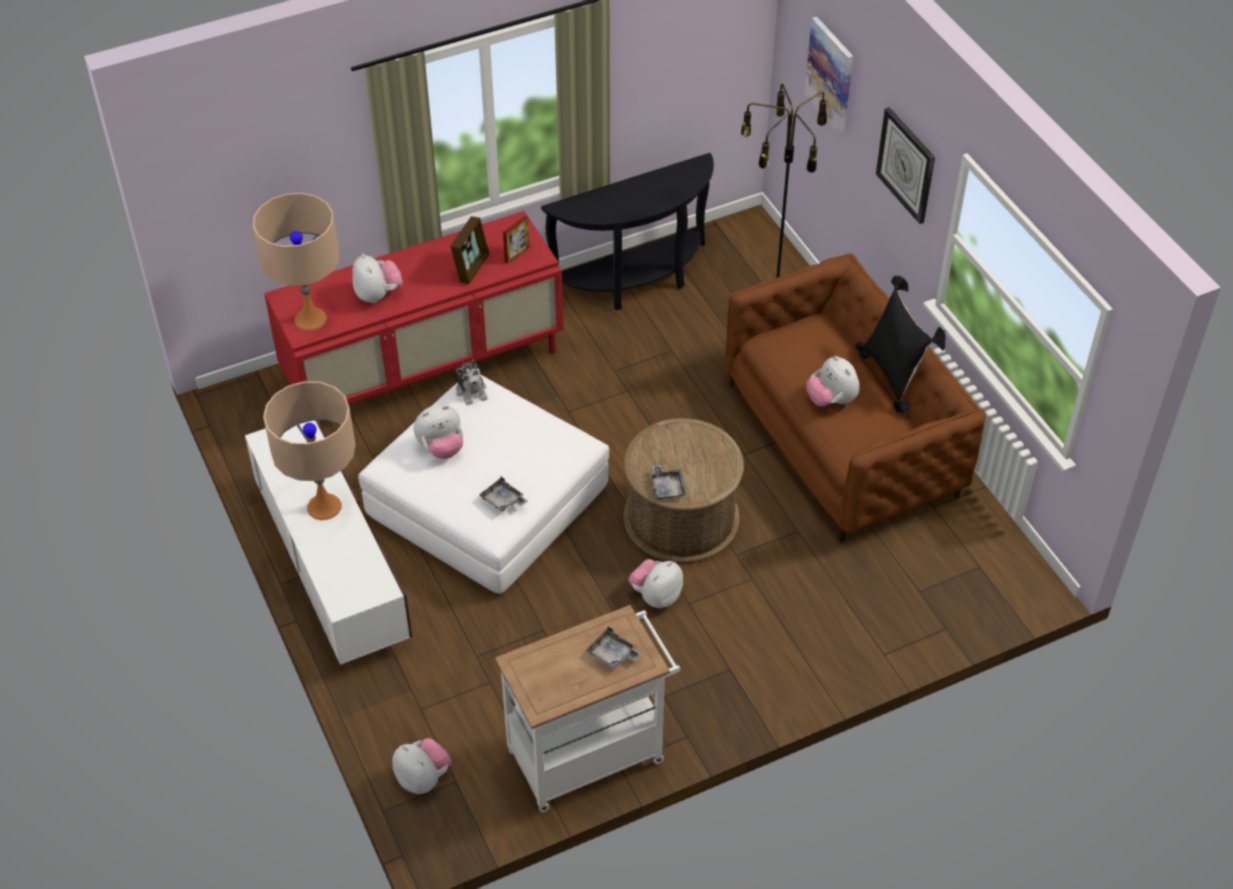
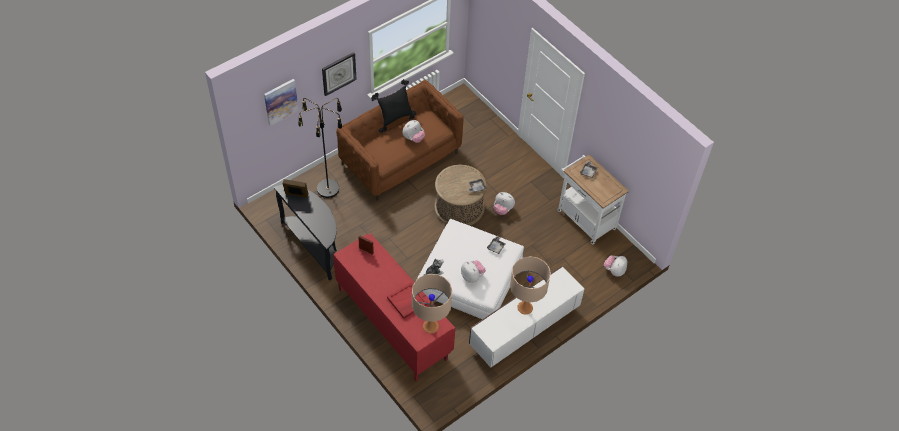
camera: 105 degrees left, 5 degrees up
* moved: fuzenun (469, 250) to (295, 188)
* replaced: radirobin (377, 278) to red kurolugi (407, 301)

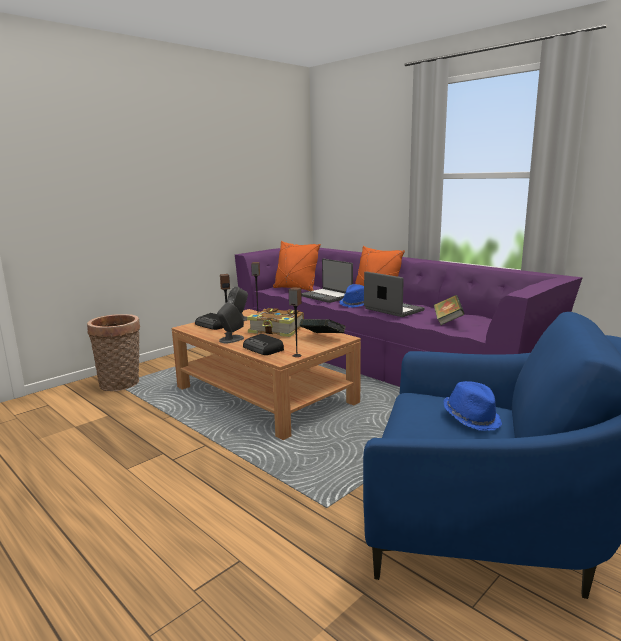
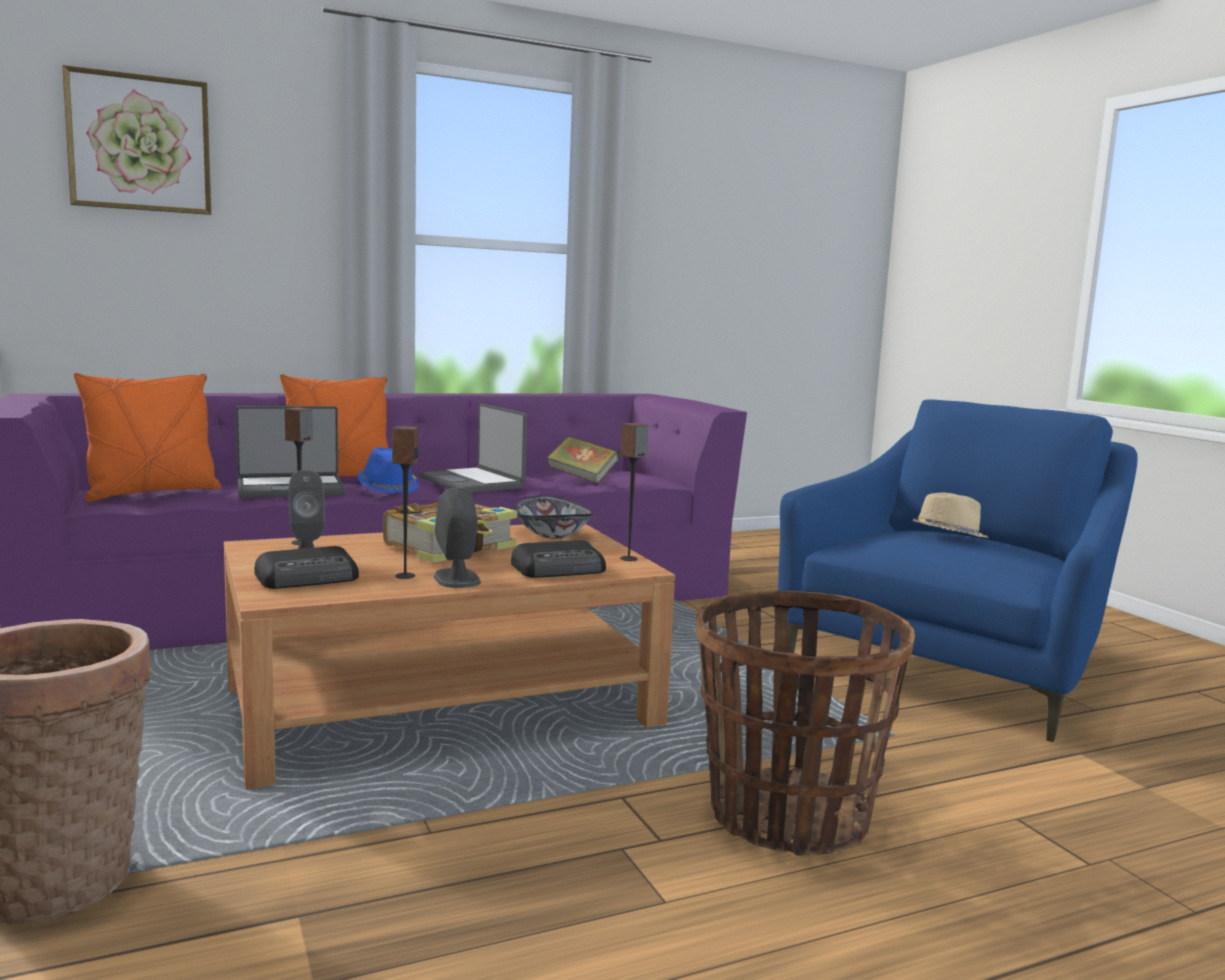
camera: 70 degrees left, 5 degrees down
* turned: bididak (394, 294) = (473, 448) 105 degrees counterclockwise
* replaced: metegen (323, 326) to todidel (553, 517)
* recoloured: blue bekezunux (472, 406) to beige bekezunux (950, 515)
* added: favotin (136, 140)
* added: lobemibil (805, 723)

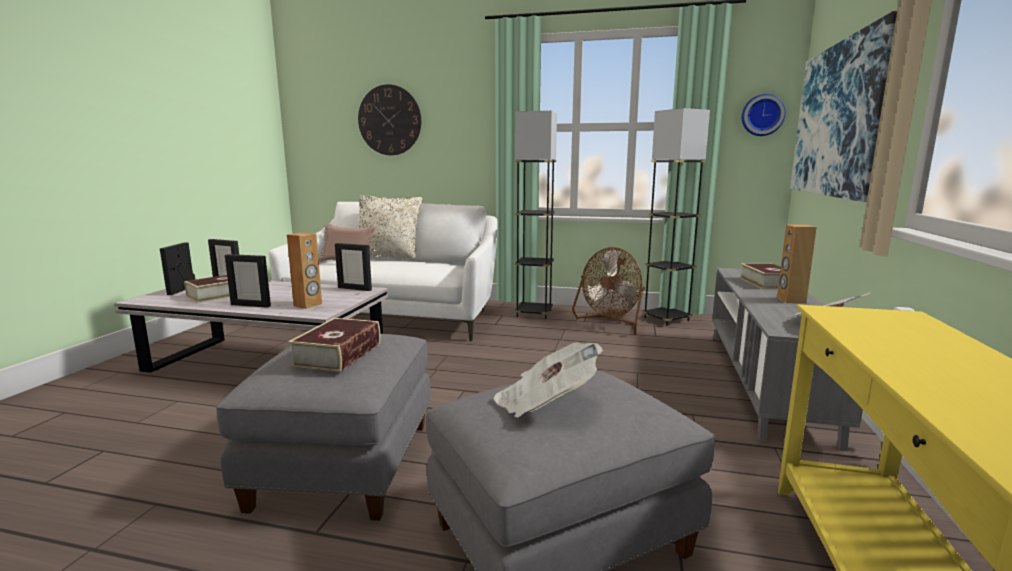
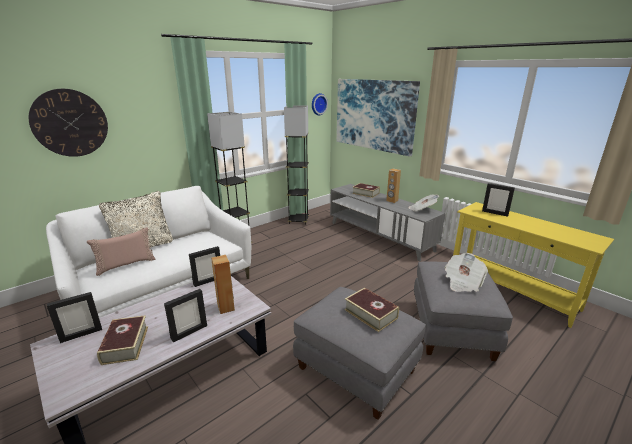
camera: 55 degrees left, 10 degrees up
* moved: fuzenun (177, 269) to (498, 200)
* removed: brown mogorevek (608, 291)

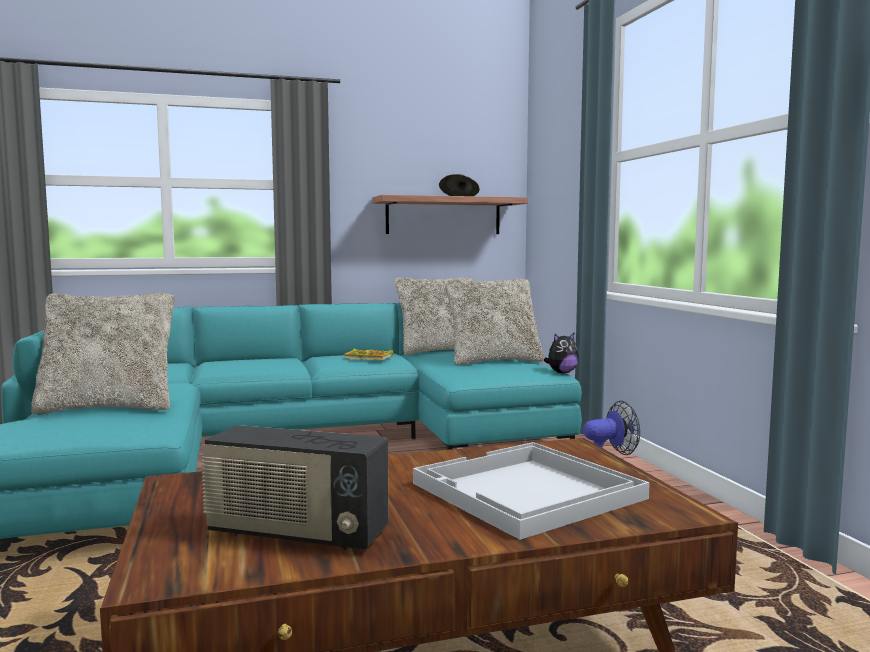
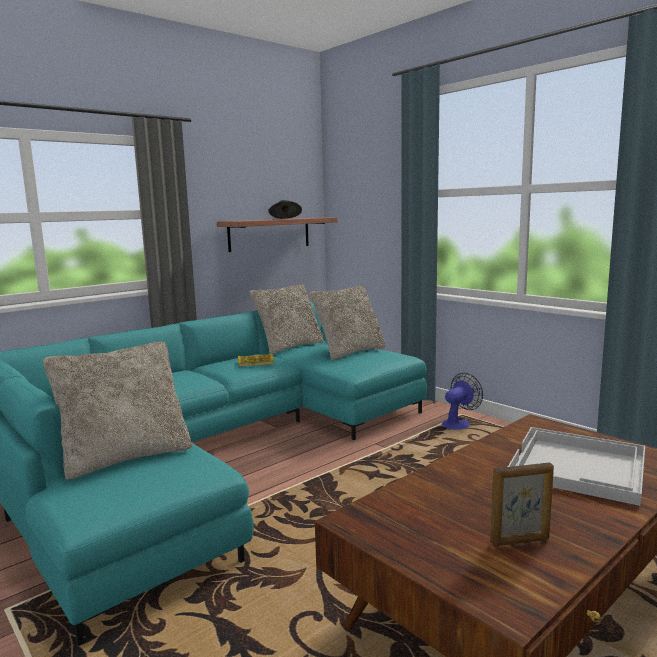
camera: 25 degrees left, 5 degrees up
* removed: radirobin (561, 353)
* replaced: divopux (295, 487) to fuzenun (522, 504)

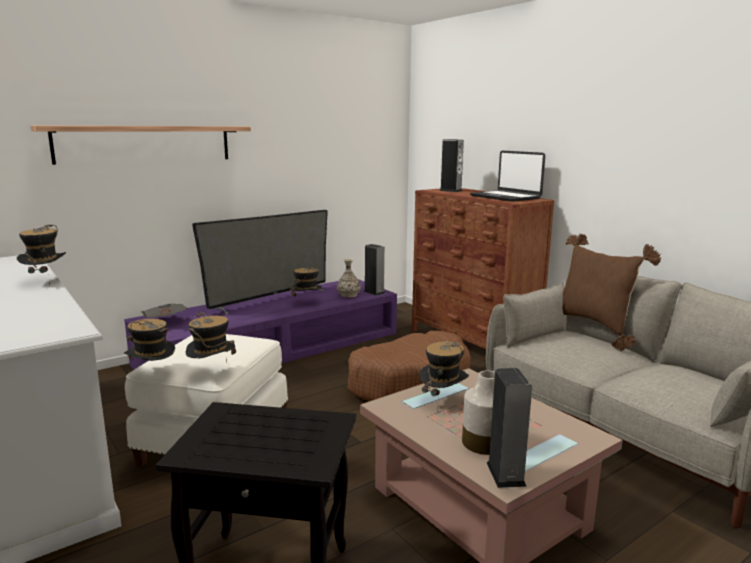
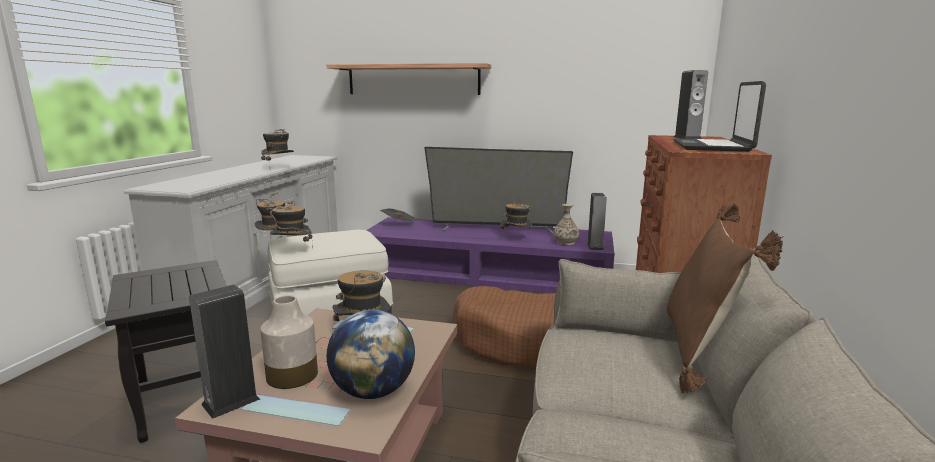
camera: 50 degrees right, 0 degrees up
* added: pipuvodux (371, 354)

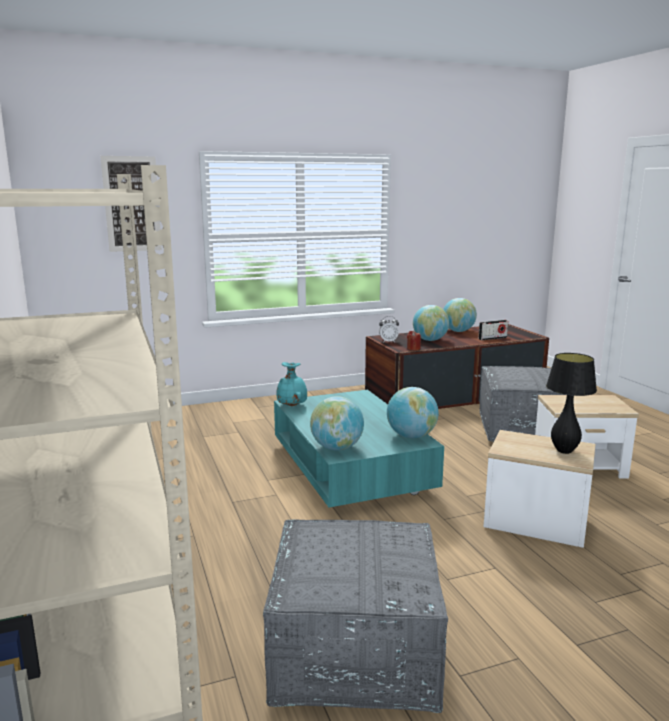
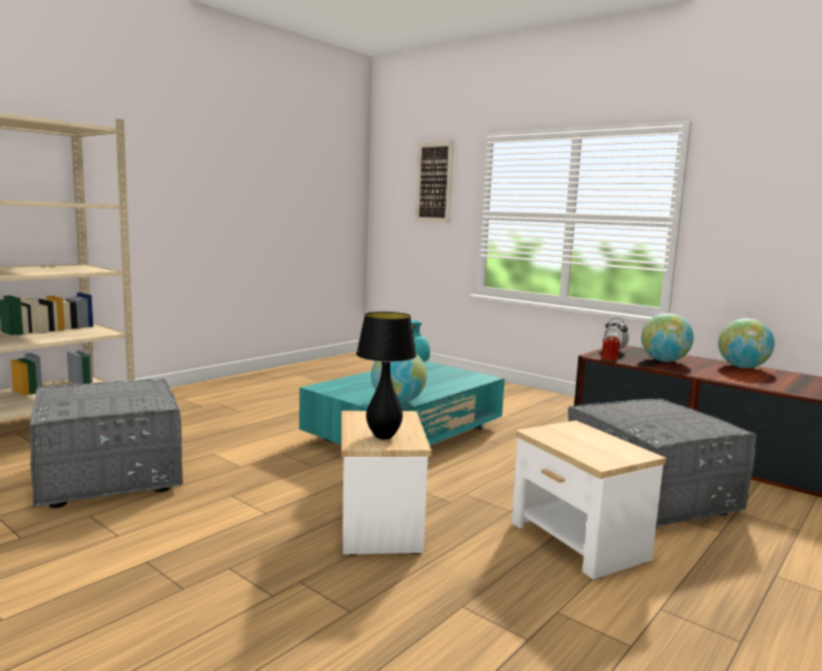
camera: 60 degrees right, 5 degrees down
* removed: divopux (493, 330)
* removed: pipuvodux (337, 423)

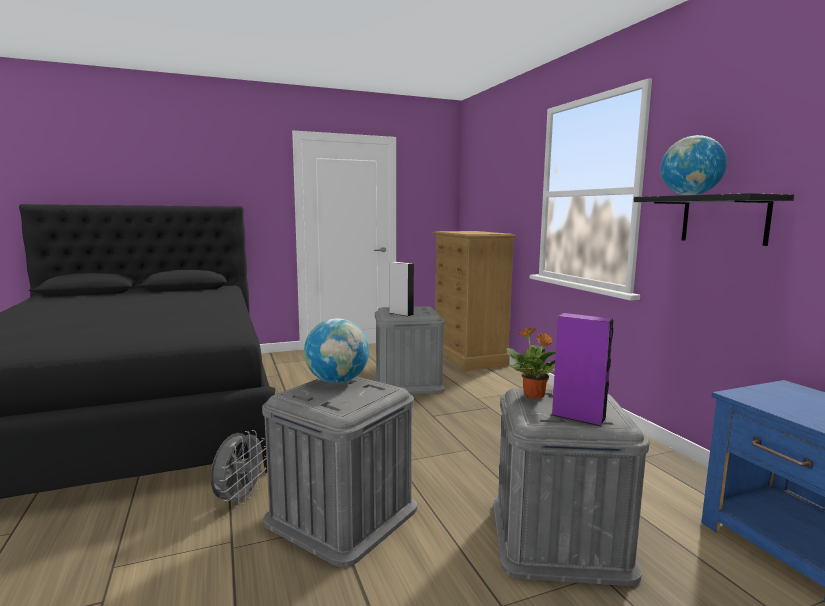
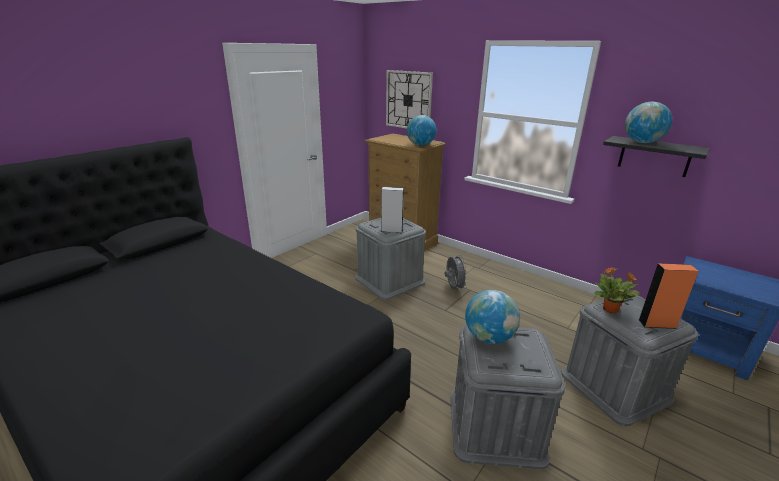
camera: 30 degrees left, 15 degrees up
* recoloured: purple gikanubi (582, 370) to orange gikanubi (669, 296)
* moved: grey mogorevek (238, 468) to (456, 272)
* added: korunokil (409, 99)
* added: pipuvodux (422, 130)

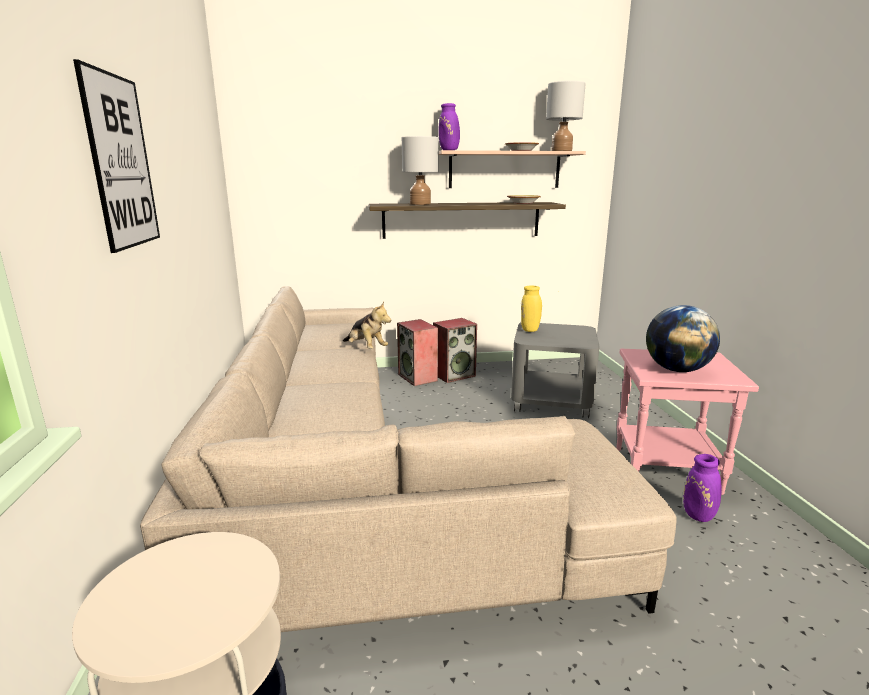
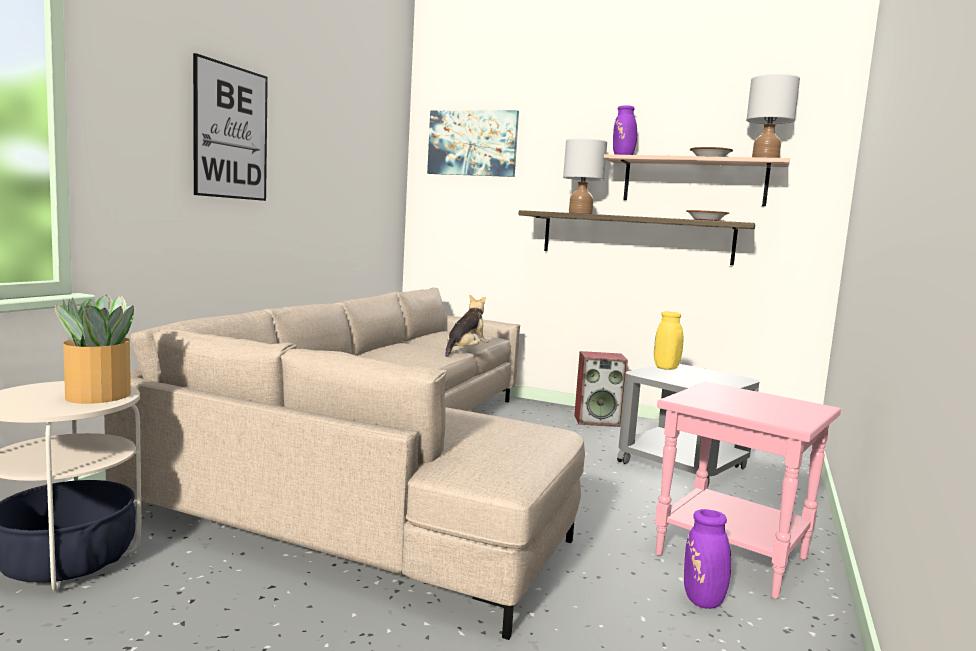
camera: 30 degrees right, 10 degrees down
* turned: radirobin (367, 325) = (467, 326) 135 degrees counterclockwise
* removed: pipuvodux (683, 338)
* removed: gikanubi (417, 352)
* added: favotin (473, 143)
* added: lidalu (94, 349)

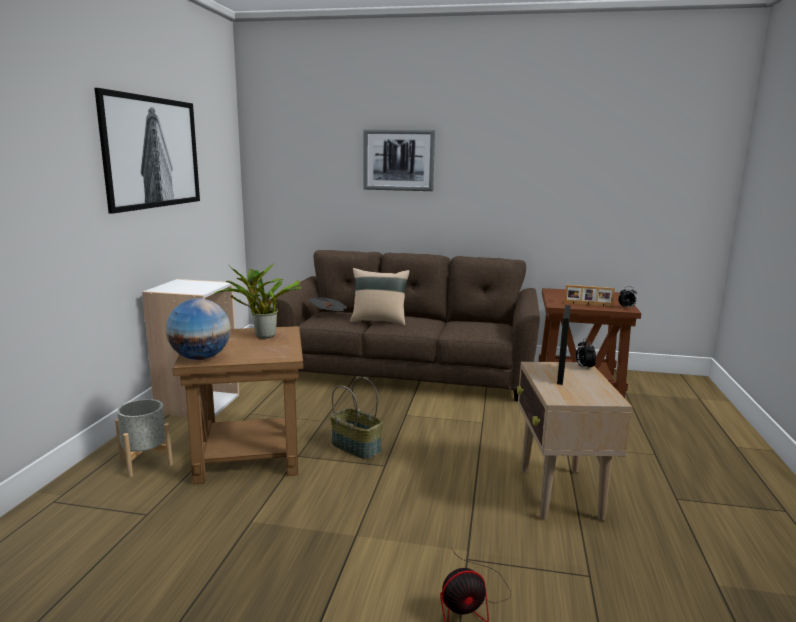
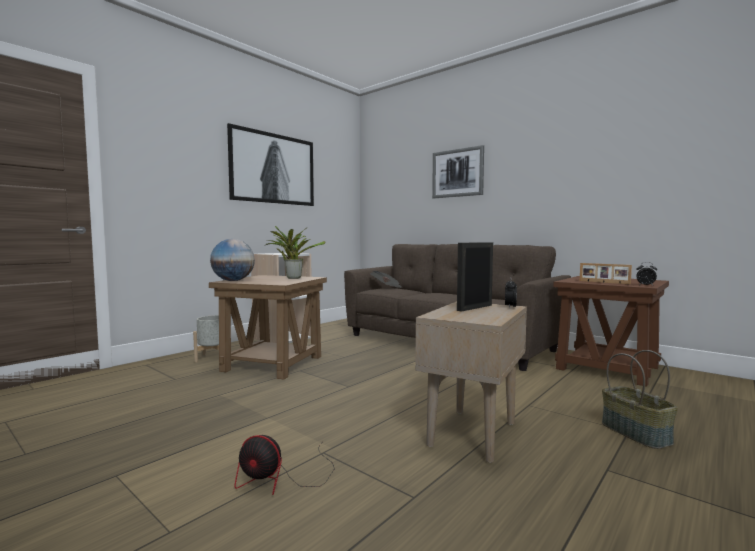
camera: 30 degrees right, 10 degrees down
* removed: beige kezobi (380, 296)
* moved: lobemibil (356, 418) to (640, 399)

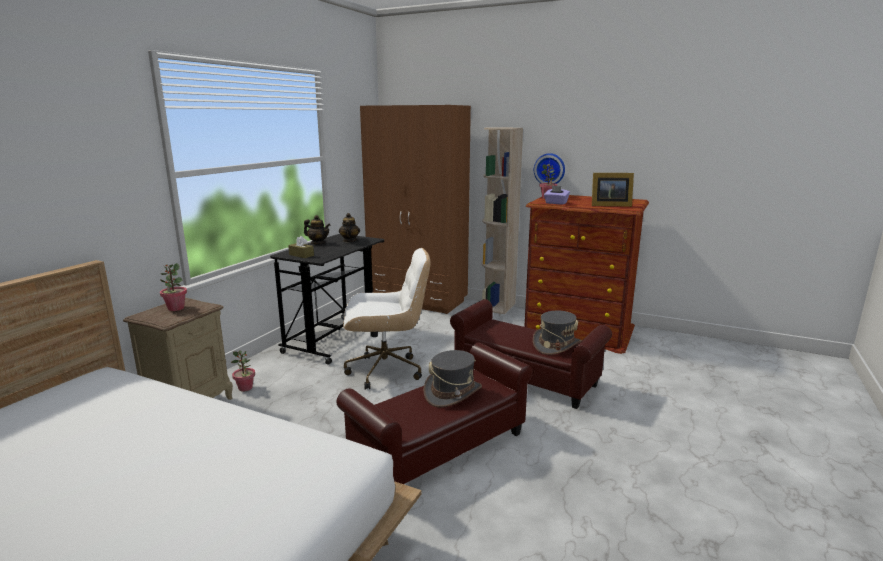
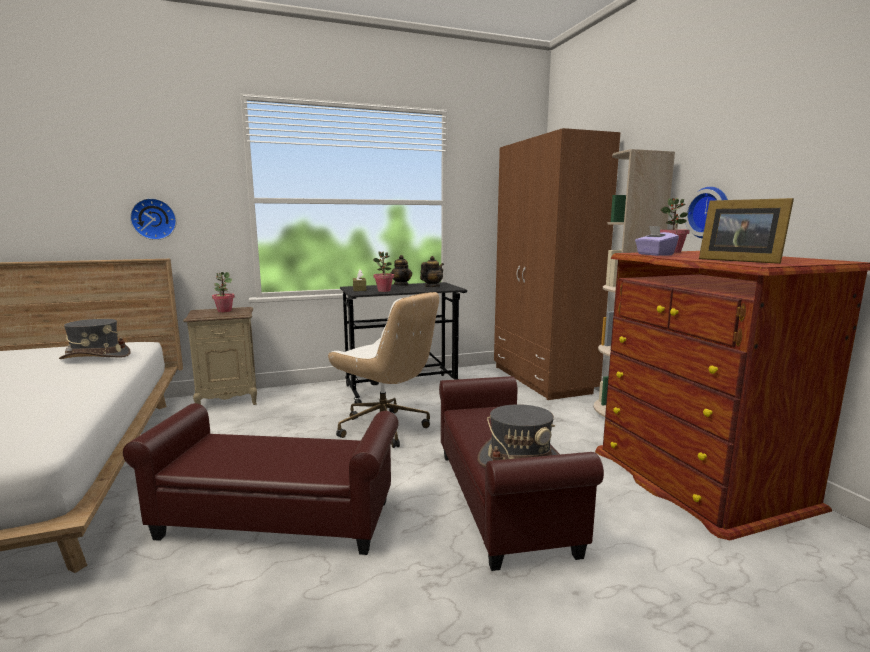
camera: 45 degrees right, 5 degrees down
* moved: lidalu (243, 371) to (383, 271)
* moved: grey bekezunux (452, 378) to (95, 339)
* added: korunokil (153, 219)

